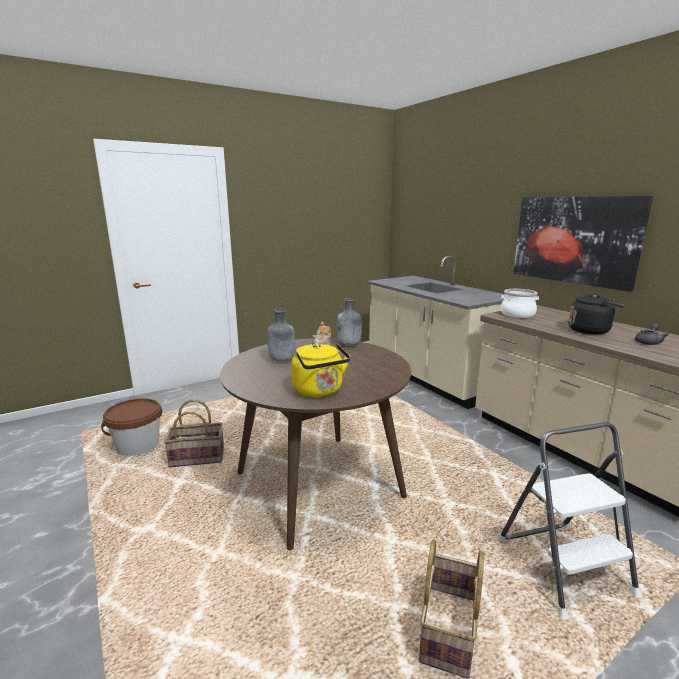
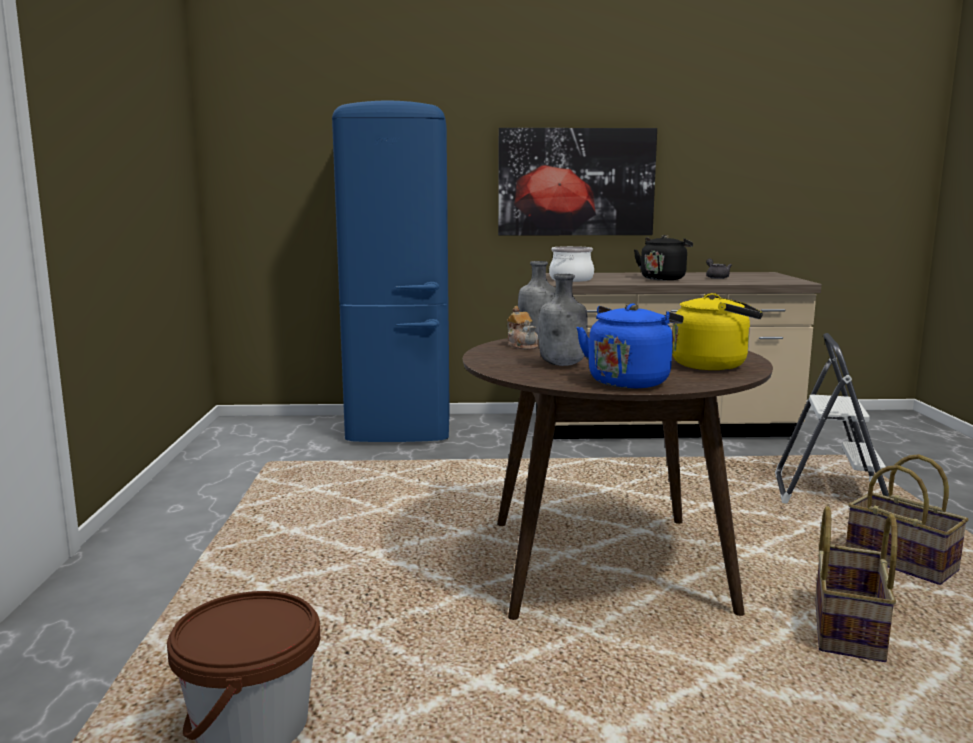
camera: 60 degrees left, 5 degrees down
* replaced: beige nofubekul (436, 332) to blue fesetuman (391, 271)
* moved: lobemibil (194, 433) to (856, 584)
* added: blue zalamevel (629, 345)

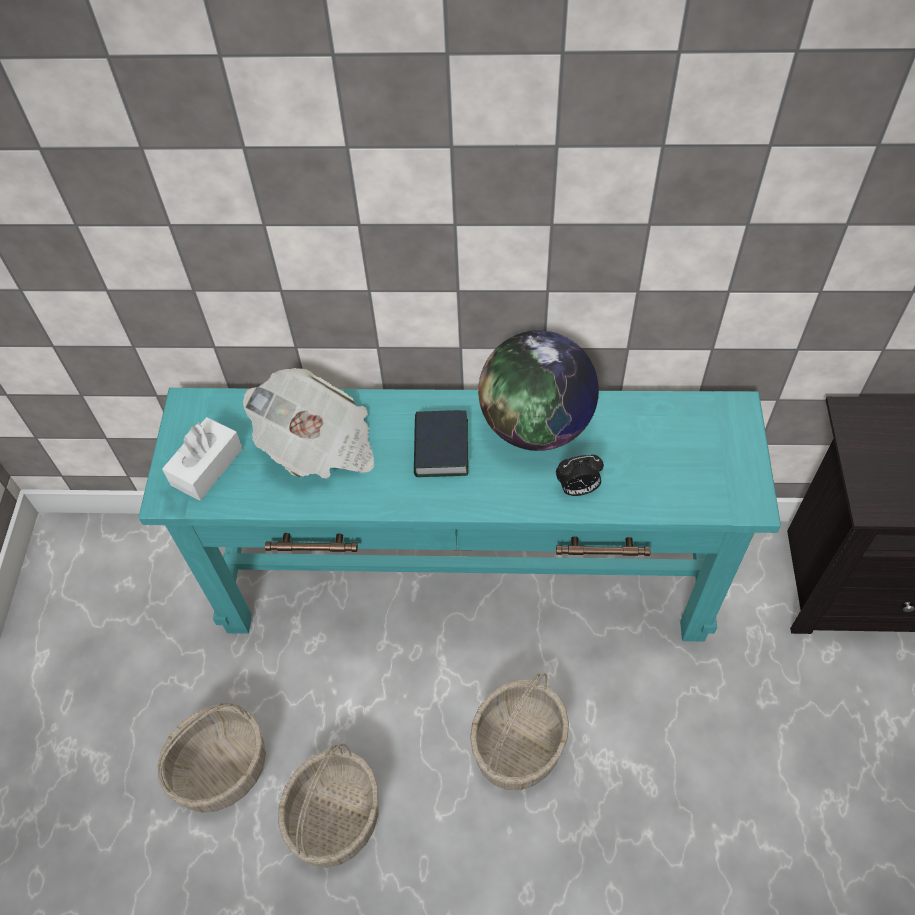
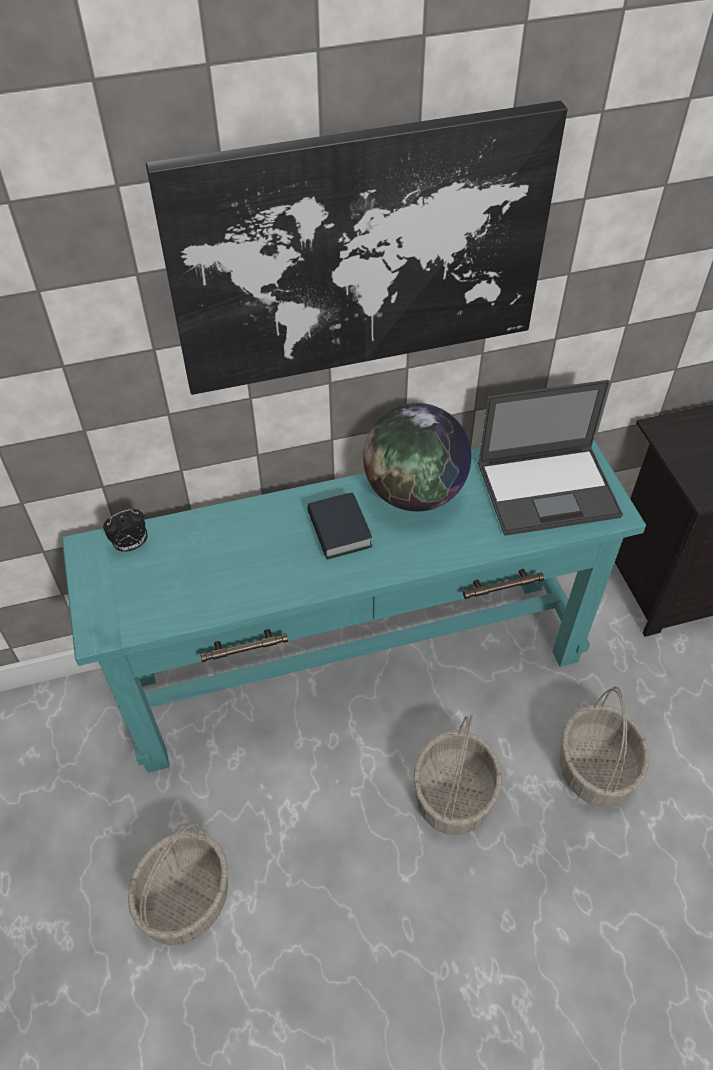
camera: 20 degrees left, 5 degrees down
* removed: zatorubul (308, 423)
* removed: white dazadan (202, 459)
* moved: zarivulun (580, 475) to (125, 530)
* moved: lobemibil (328, 806) to (604, 746)
* added: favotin (357, 248)
* added: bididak (550, 458)

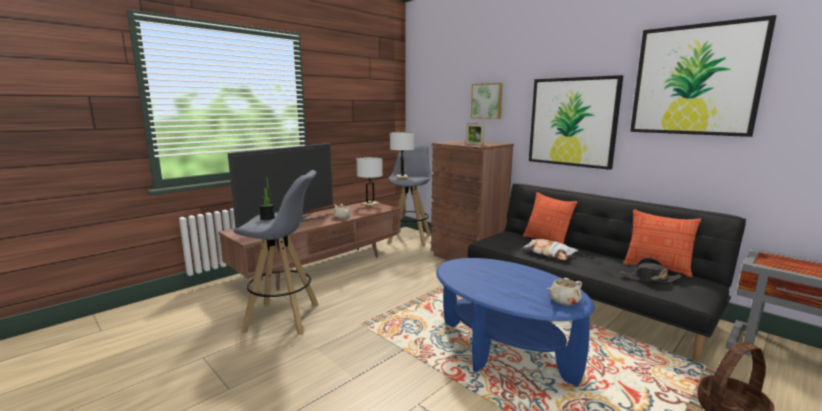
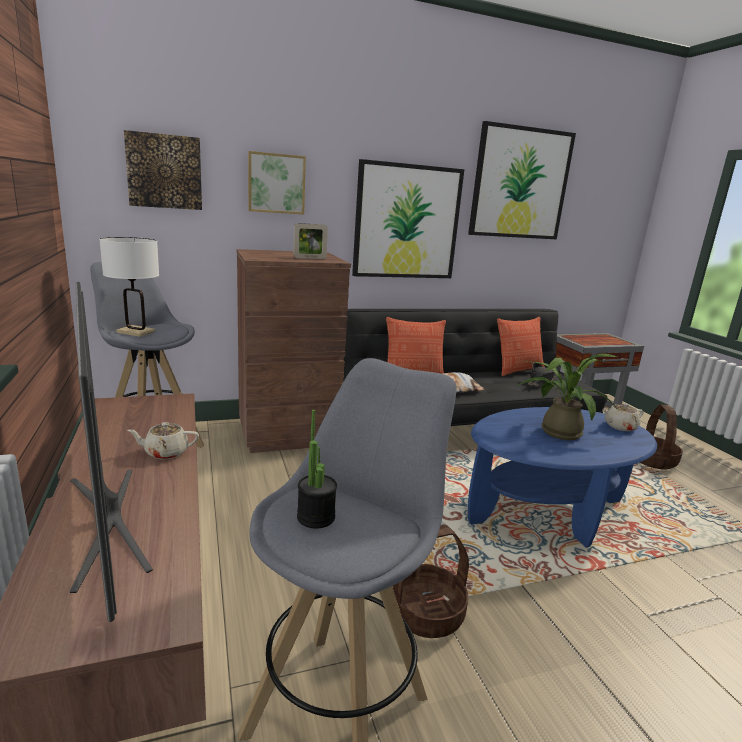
camera: 65 degrees left, 5 degrees up
* removed: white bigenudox (370, 181)
* turned: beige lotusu (564, 292) = (623, 417) 75 degrees clockwise
* added: favotin (163, 170)
* added: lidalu (567, 397)
* added: lobemibil (430, 581)

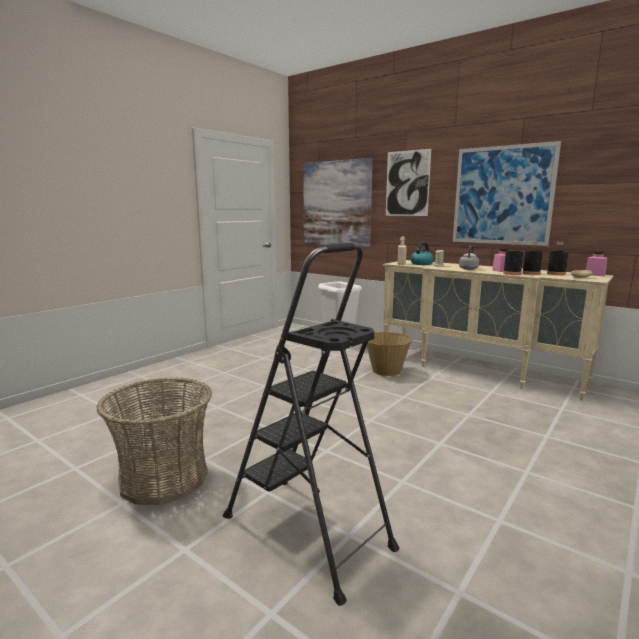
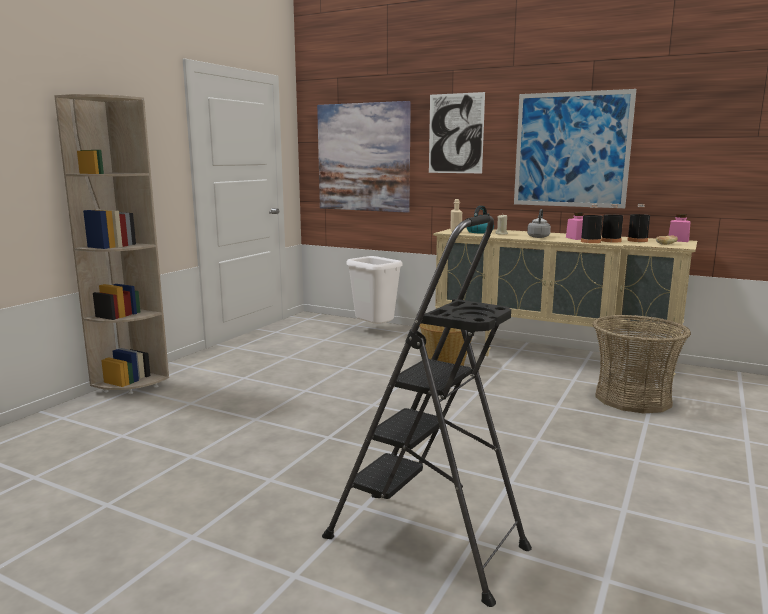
camera: 10 degrees left, 0 degrees up
* moved: lobemibil (154, 441) to (642, 364)
* added: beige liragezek (111, 244)

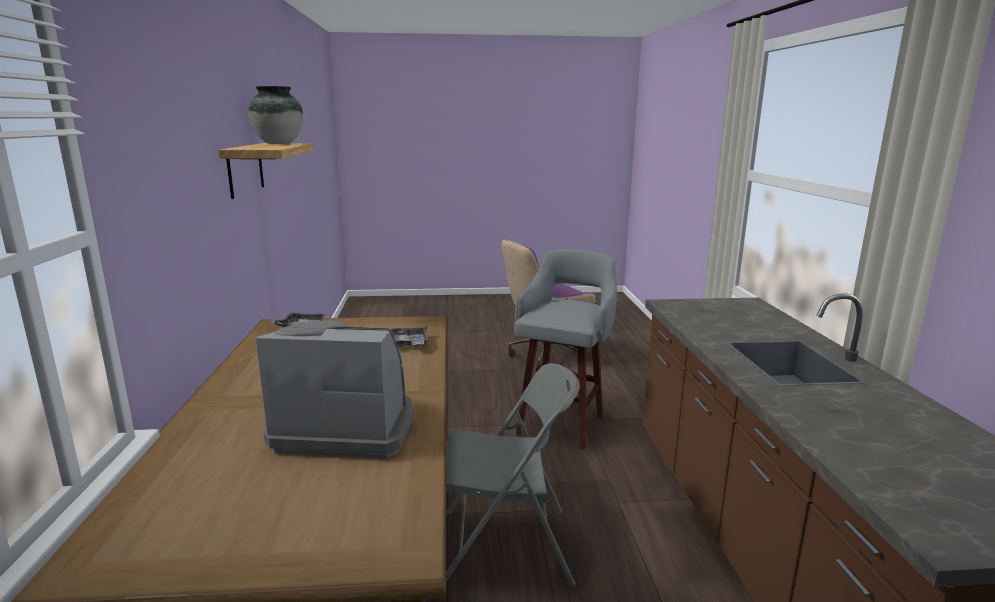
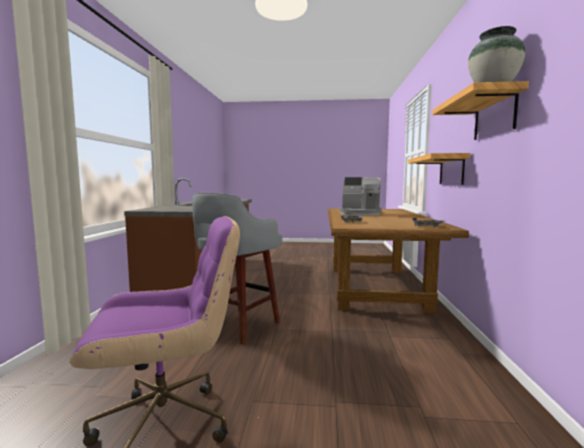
camera: 170 degrees left, 10 degrees down
* removed: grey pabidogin (513, 475)
* added: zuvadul (439, 169)

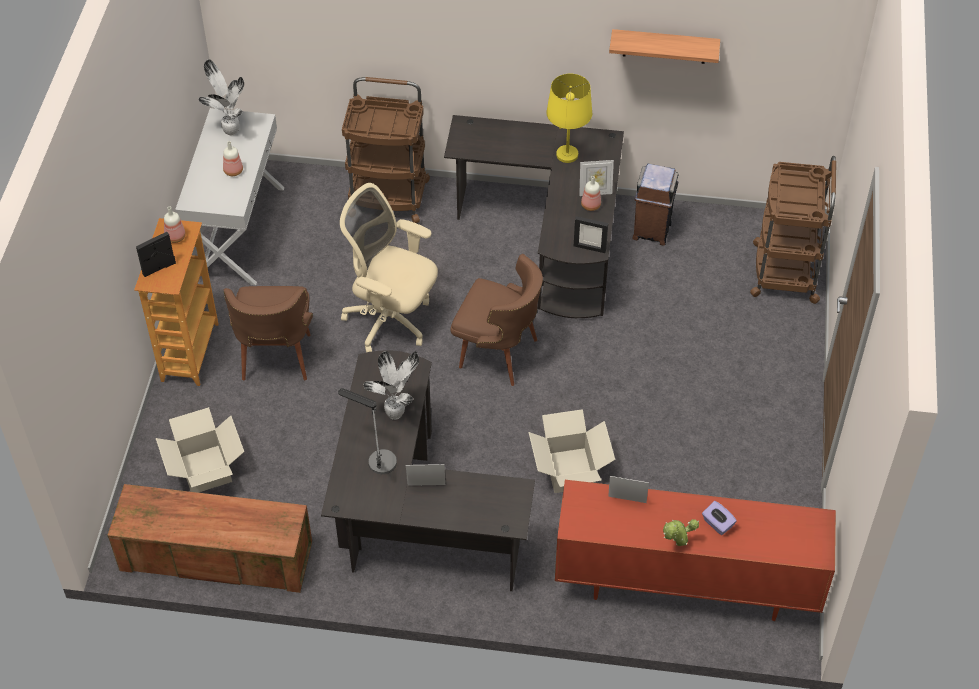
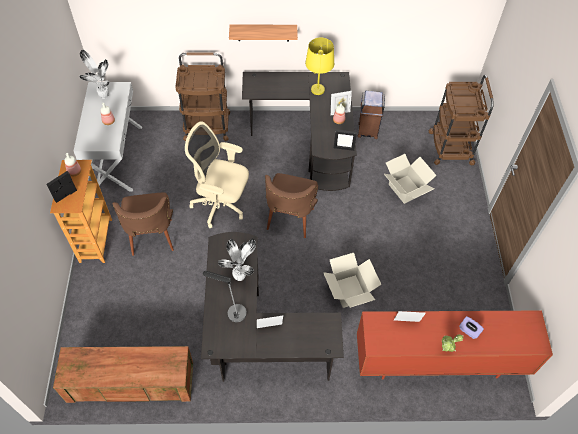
camera: 10 degrees left, 5 degrees up
* moved: zuvadul (664, 46) to (263, 32)
* turned: brown pabidogin (496, 320) = (291, 205) 90 degrees clockwise
* moved: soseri (200, 450) to (410, 179)

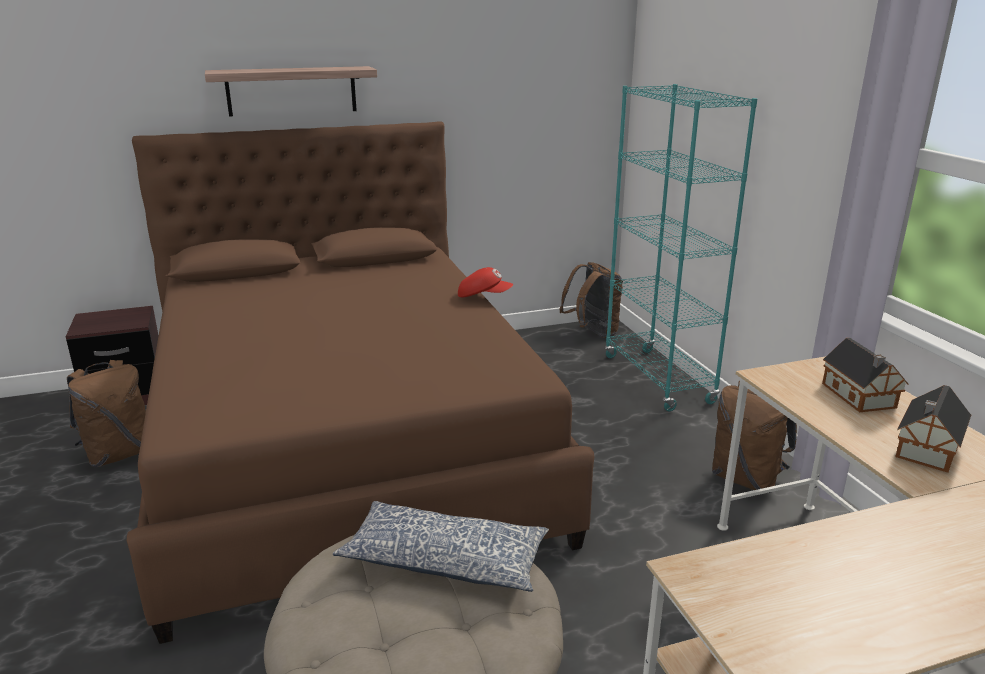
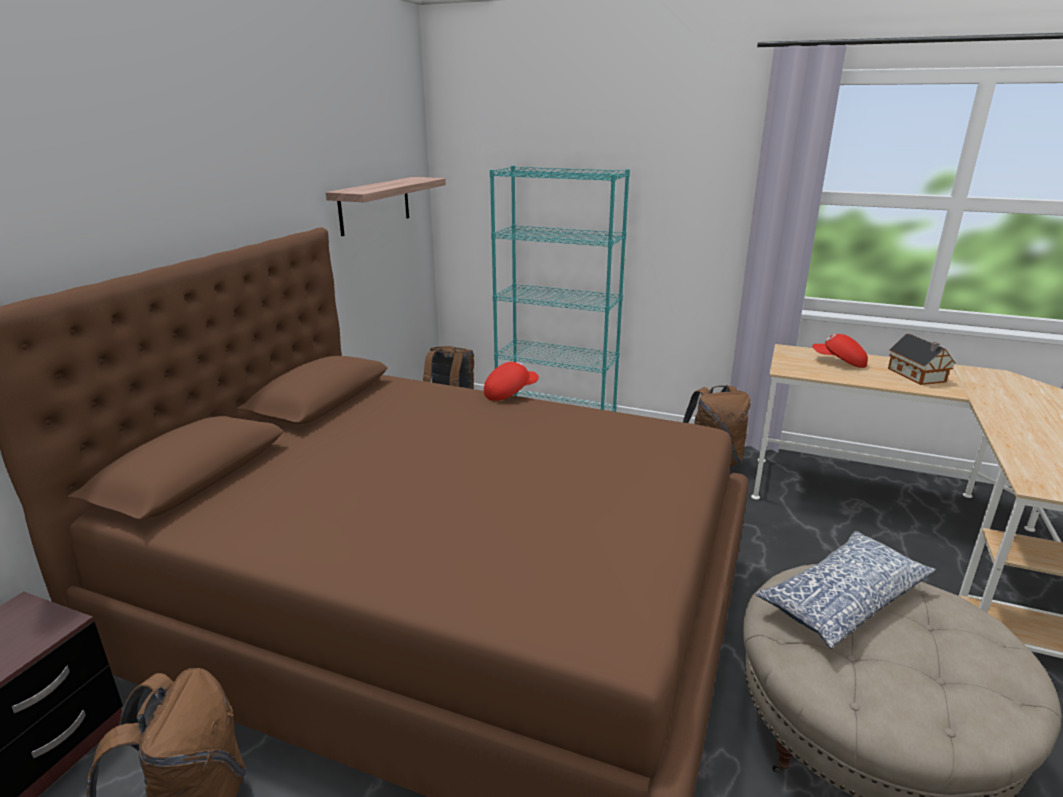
camera: 50 degrees left, 0 degrees up
* moved: zuvadul (291, 91) to (386, 206)
* replaced: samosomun (865, 375) to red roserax (840, 351)

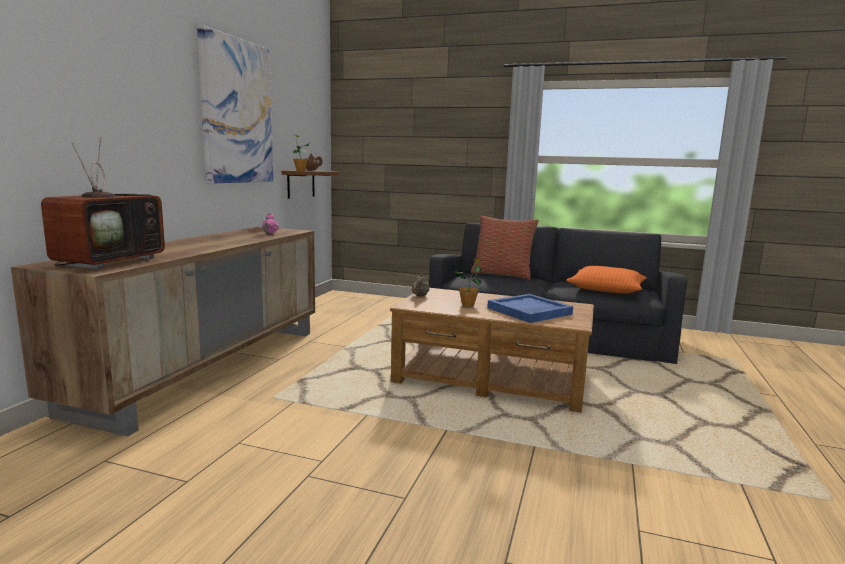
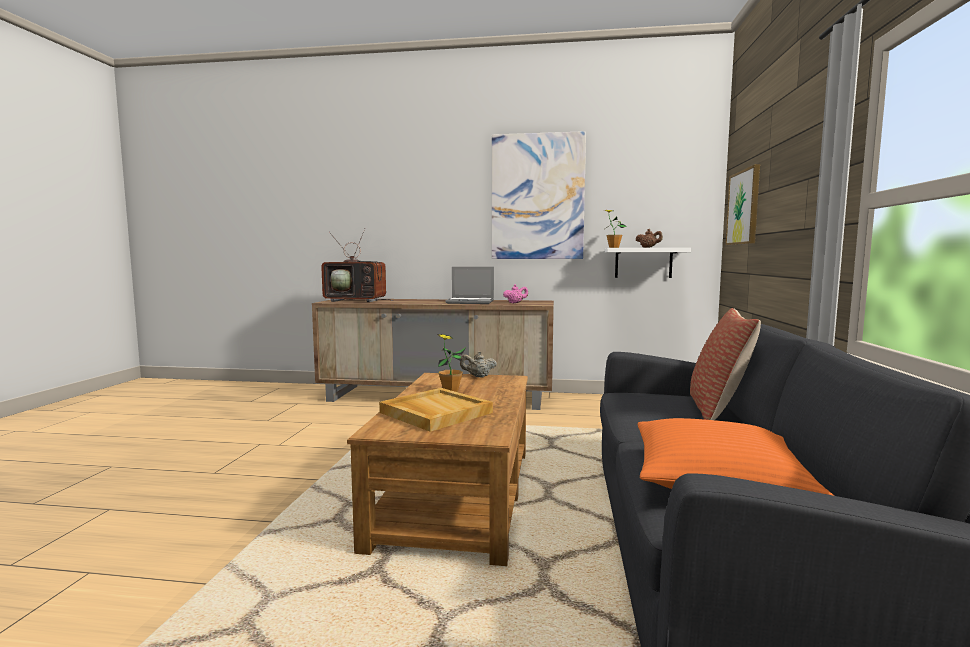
camera: 80 degrees right, 5 degrees down
* recoloured: brown zuvadul (310, 185) to white zuvadul (648, 263)
* recoloured: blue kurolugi (530, 308) to beige kurolugi (436, 410)
* added: favotin (742, 204)
* added: bididak (469, 285)

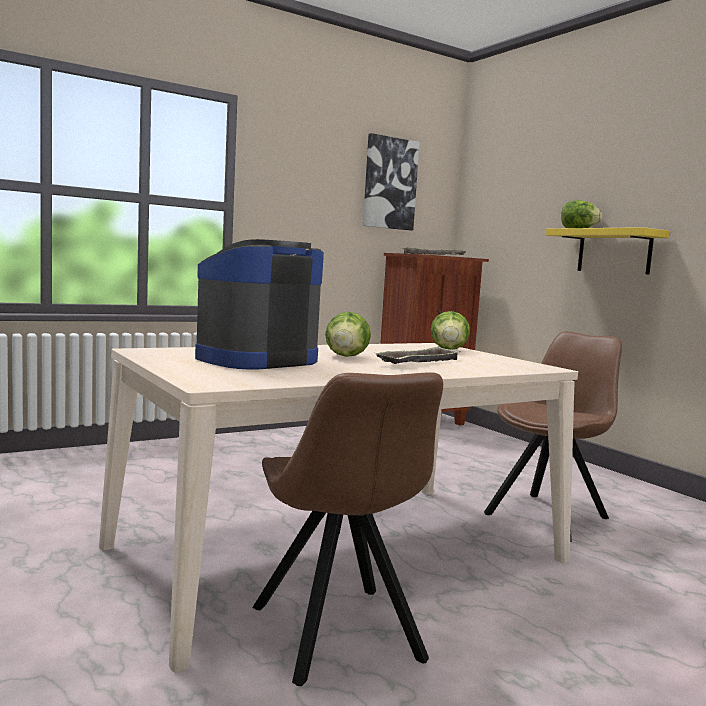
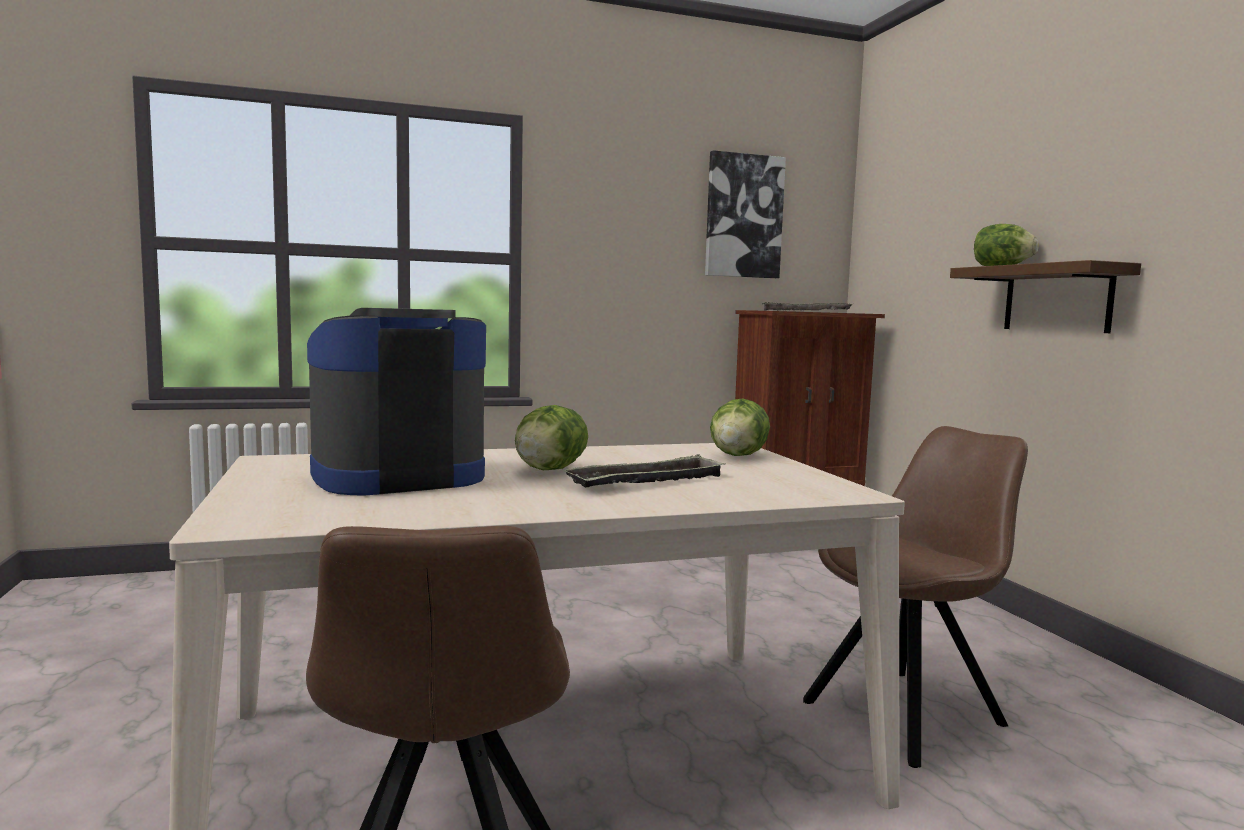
camera: 15 degrees right, 0 degrees up
* recoloured: yellow zuvadul (607, 251) to brown zuvadul (1045, 296)

